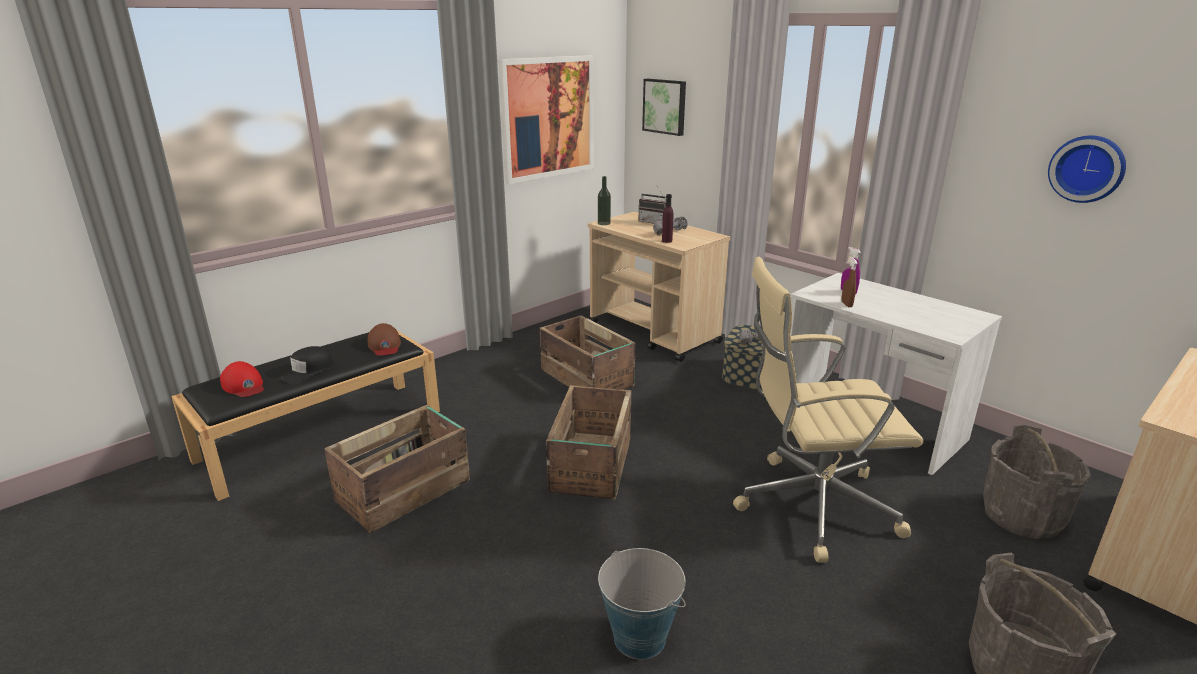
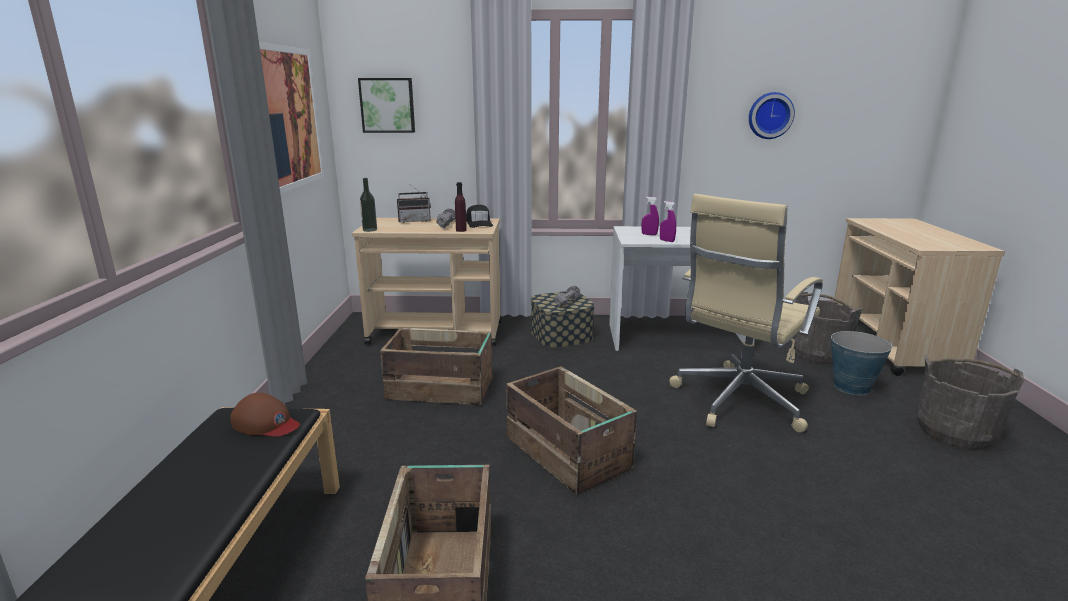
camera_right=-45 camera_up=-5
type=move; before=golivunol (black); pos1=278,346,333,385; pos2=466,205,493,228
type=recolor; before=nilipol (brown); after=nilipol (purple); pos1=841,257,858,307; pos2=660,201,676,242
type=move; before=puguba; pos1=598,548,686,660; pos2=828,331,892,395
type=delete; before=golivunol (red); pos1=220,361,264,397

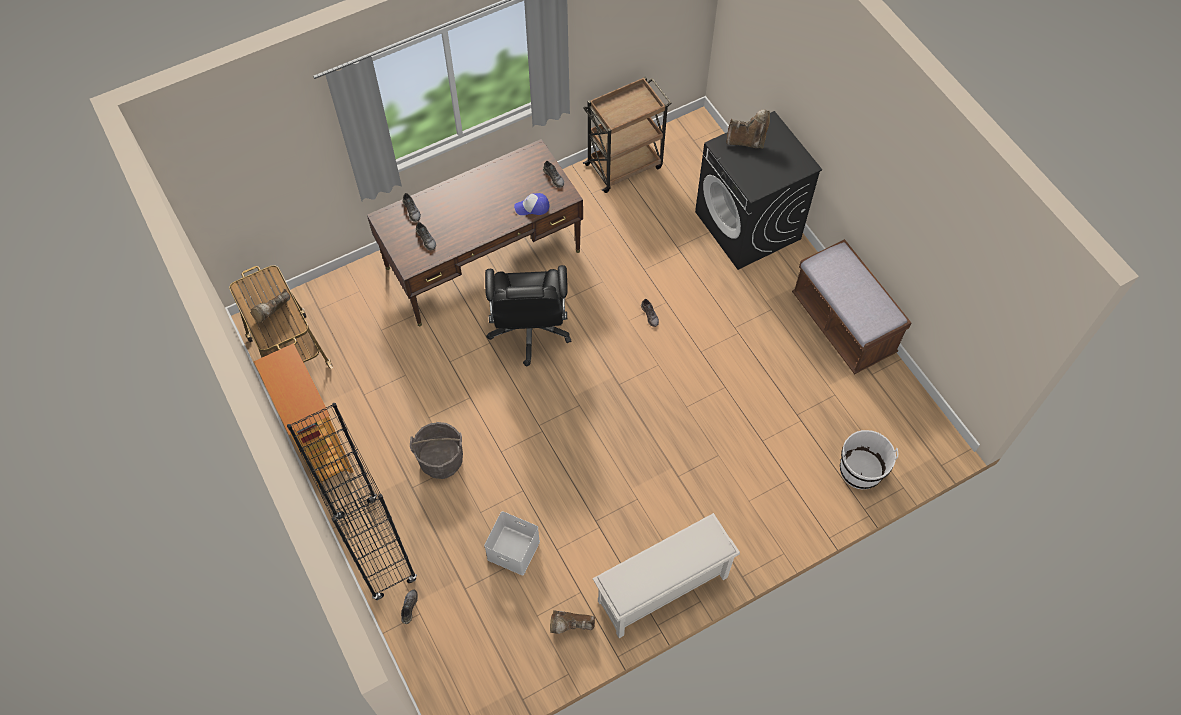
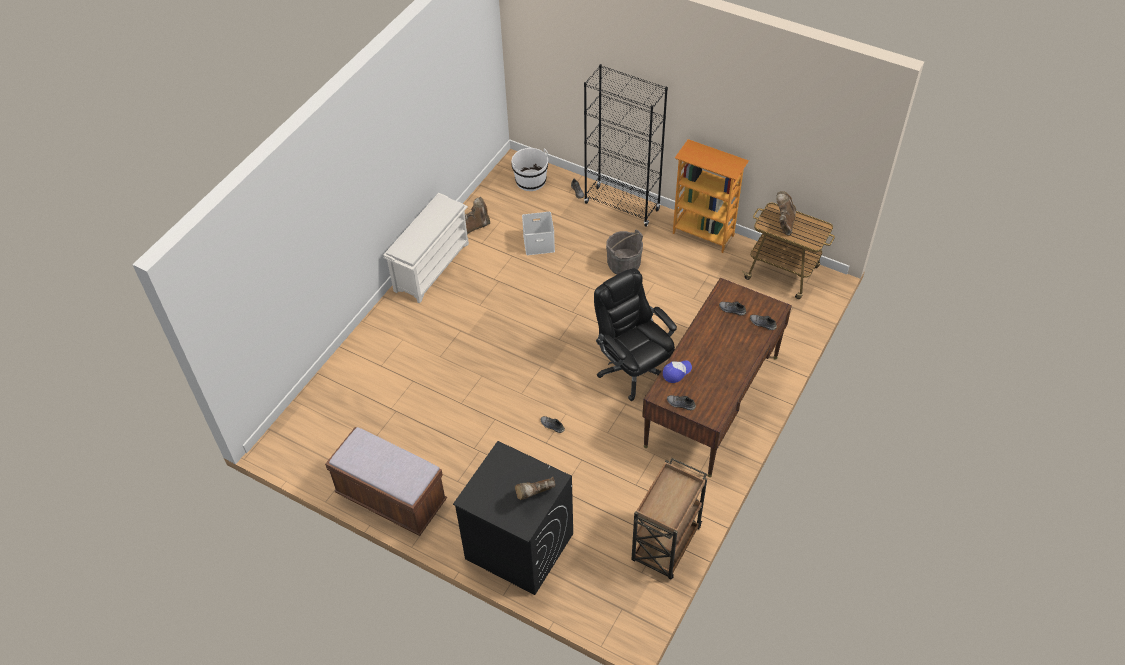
camera_right=150 camera_up=-10
type=move; before=puguba (white); pos1=840,430,898,489; pos2=511,148,548,191

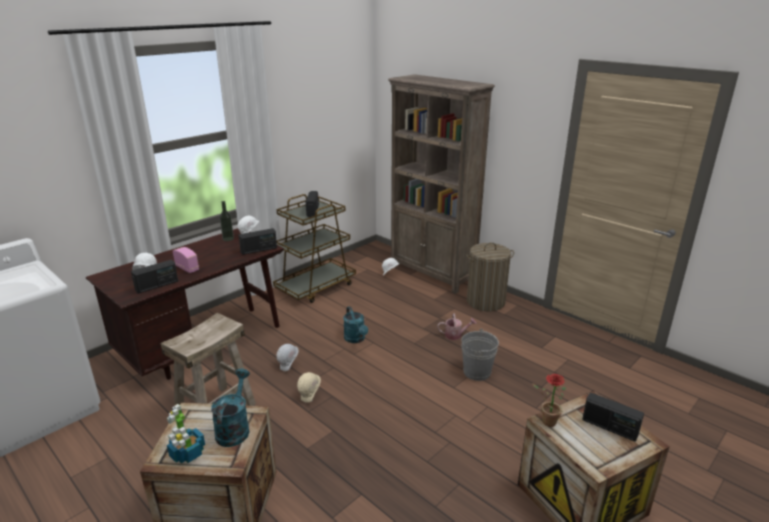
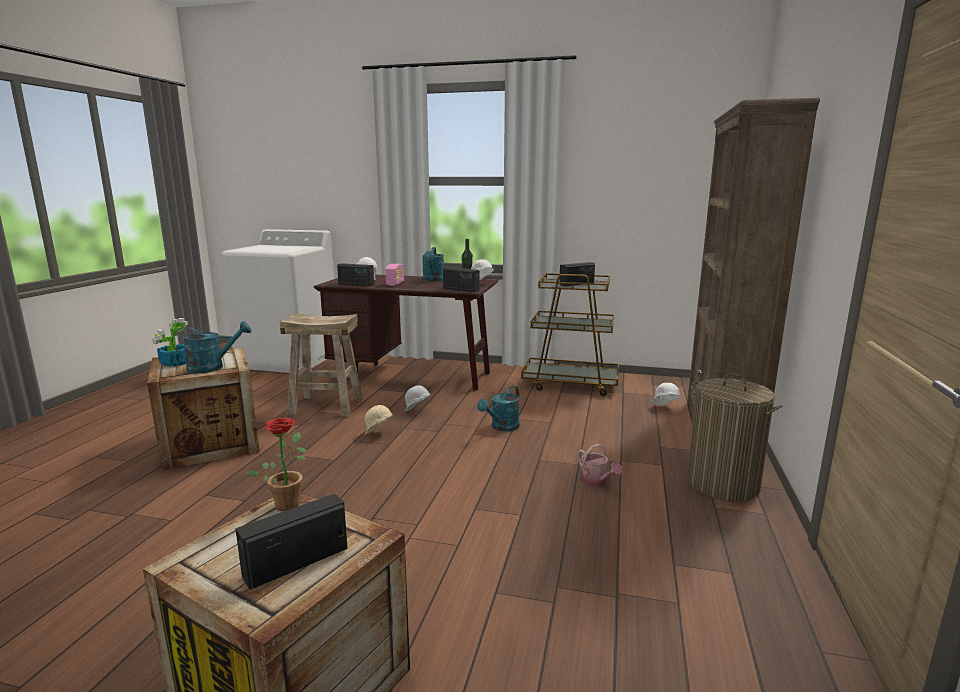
camera_right=60 camera_up=-10
type=rotate; before=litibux; pos1=582,393,644,442; pos2=236,494,347,589; turn=45
type=insert; after=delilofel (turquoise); pos2=422,247,444,281
type=delete; before=puguba (grey); pos1=461,329,499,381

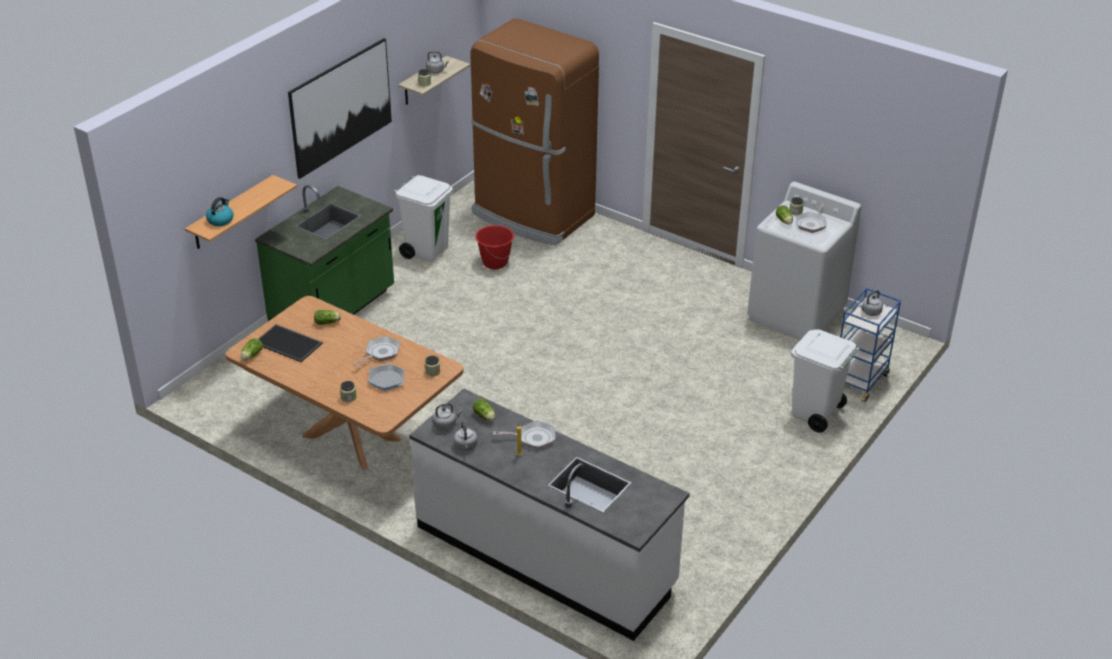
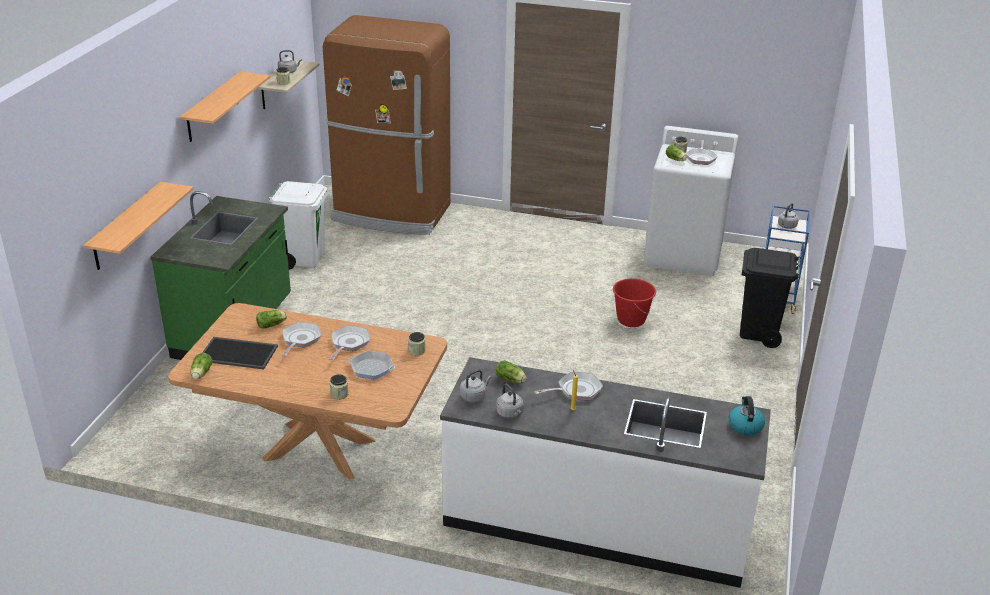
camera_right=-20 camera_up=-5
type=replace; before=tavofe; after=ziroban; pos1=288,38,392,179; pos2=180,72,270,142
type=insert; after=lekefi; pos2=281,322,321,357
type=move; before=puguba (red); pos1=475,225,514,269; pos2=613,279,656,327
type=move; before=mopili; pos1=206,197,233,226; pos2=729,396,765,435
type=recolor; before=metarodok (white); after=metarodok (black); pos1=791,329,859,433; pos2=740,248,801,348

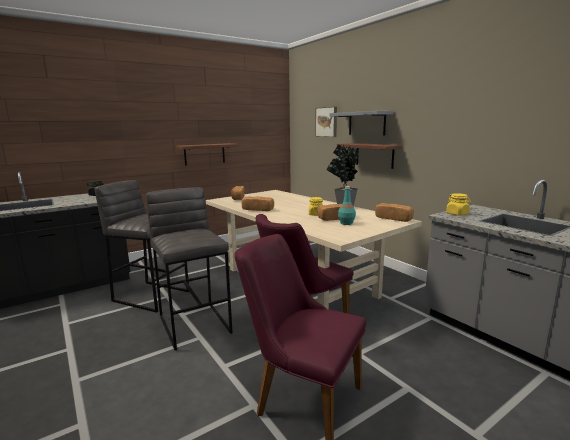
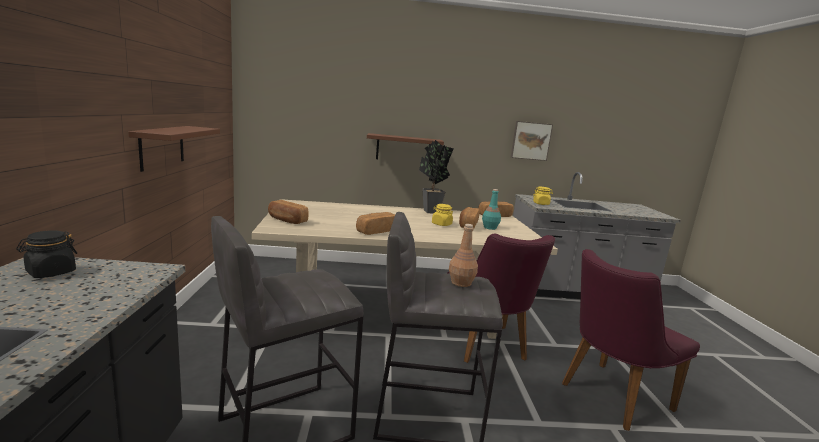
camera_right=-60 camera_up=0
type=insert; after=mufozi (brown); pos2=449,224,478,287
type=move; before=tavofe; pos1=315,107,337,137; pos2=511,121,553,161
type=delete; before=ziroban (grey); pos1=330,111,393,135

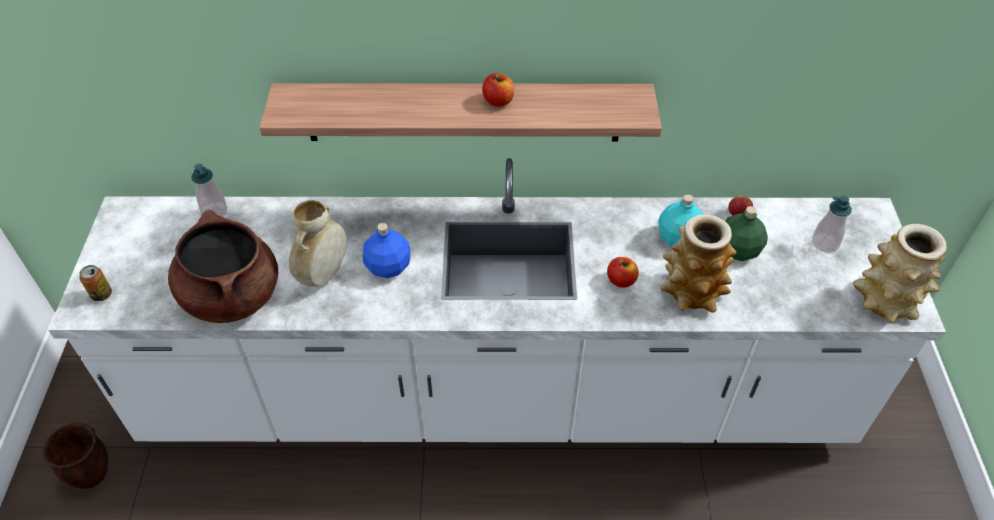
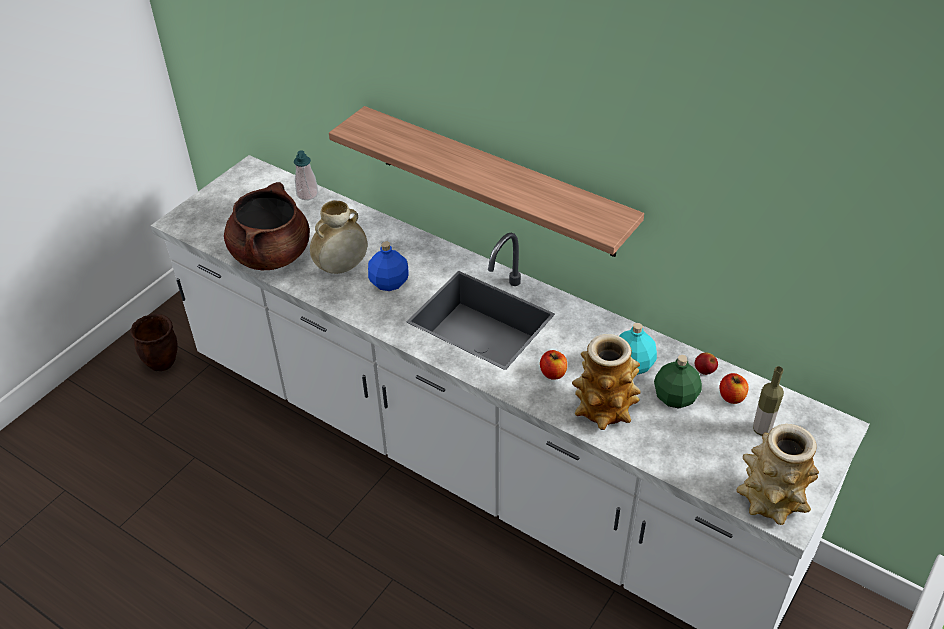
camera_right=35 camera_up=-5
type=move; before=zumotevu; pos1=482,73,514,107; pos2=720,373,748,404
type=replace; before=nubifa; after=mufozi; pos1=812,196,852,253; pos2=753,366,784,436
type=delete; before=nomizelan; pos1=79,265,112,301

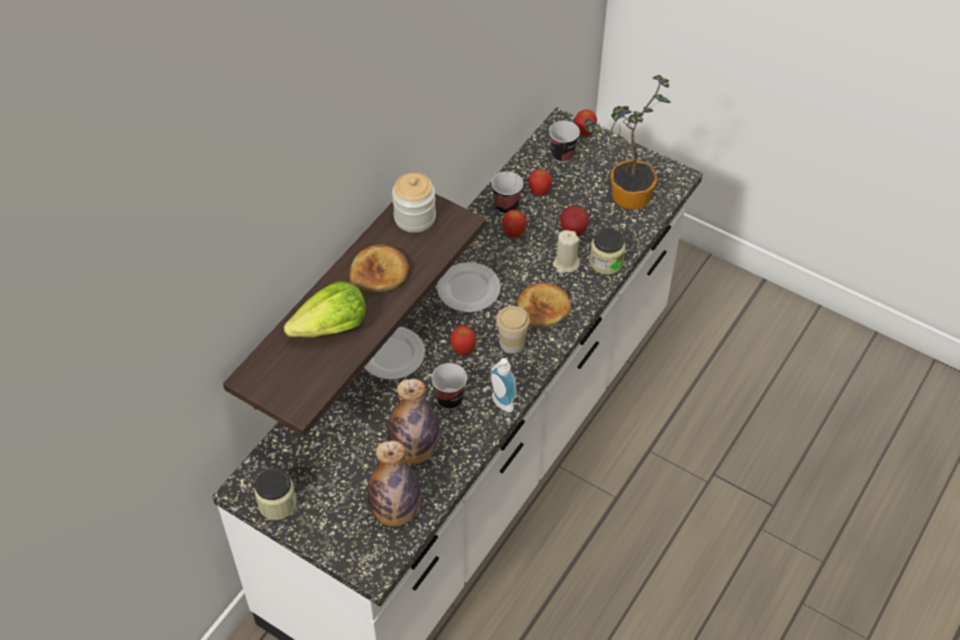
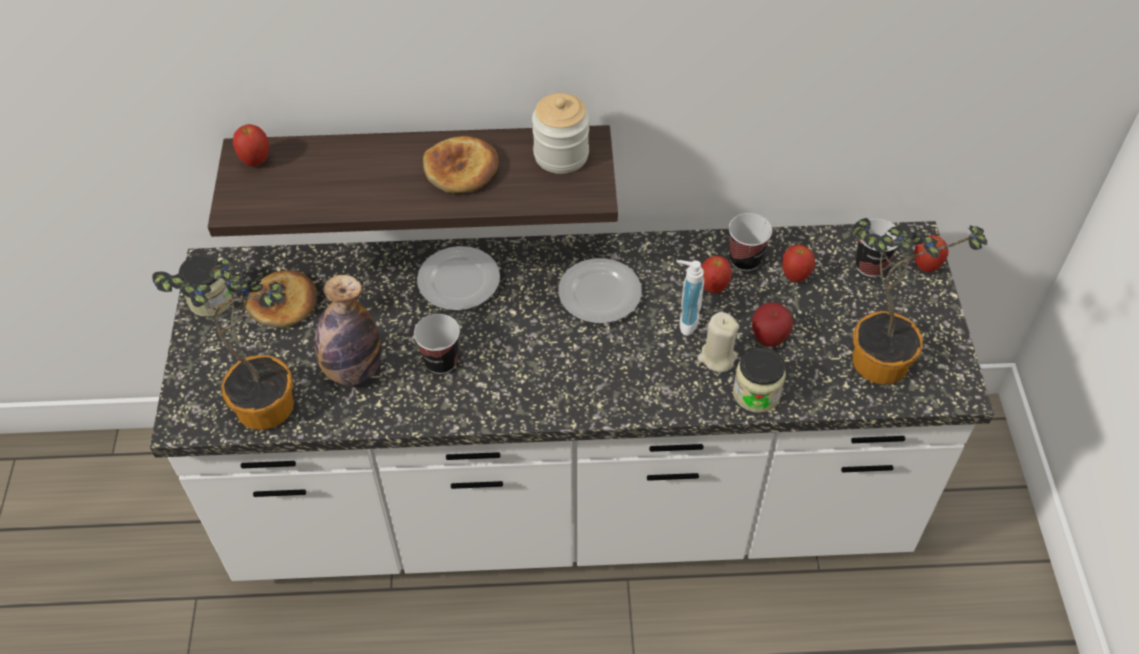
camera_right=55 camera_up=0
type=replace; before=mufozi; after=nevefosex; pos1=367,440,421,527; pos2=152,257,294,430
type=move; before=zumotevu; pos1=451,326,476,355; pos2=233,124,269,166
type=move; before=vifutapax; pos1=517,282,571,328; pos2=244,270,317,328
type=move; before=nubifa; pos1=490,358,517,412; pos2=676,260,704,336
type=delete; before=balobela; pos1=284,281,366,337
type=delete; before=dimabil; pos1=496,306,530,354

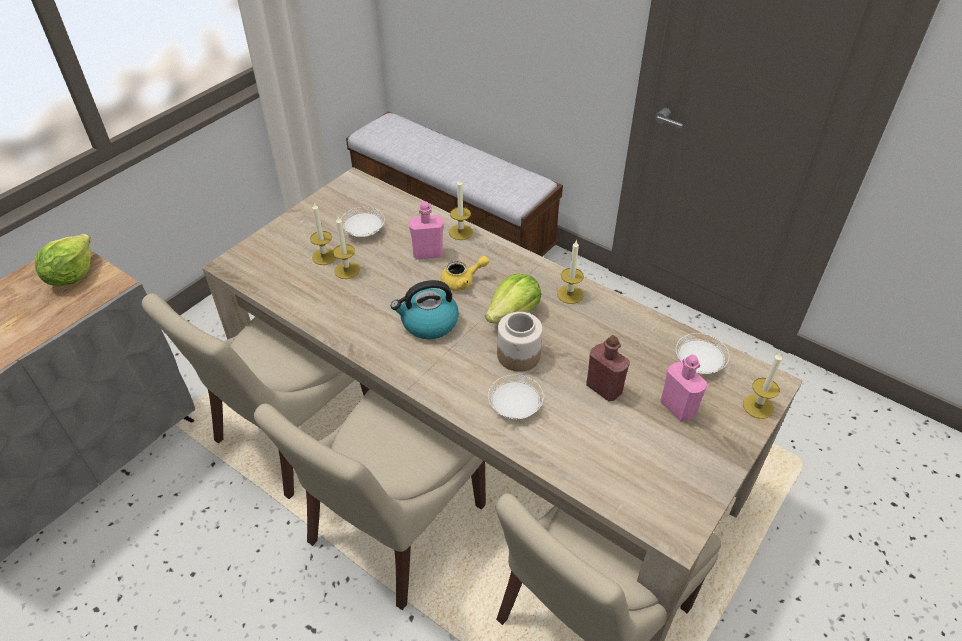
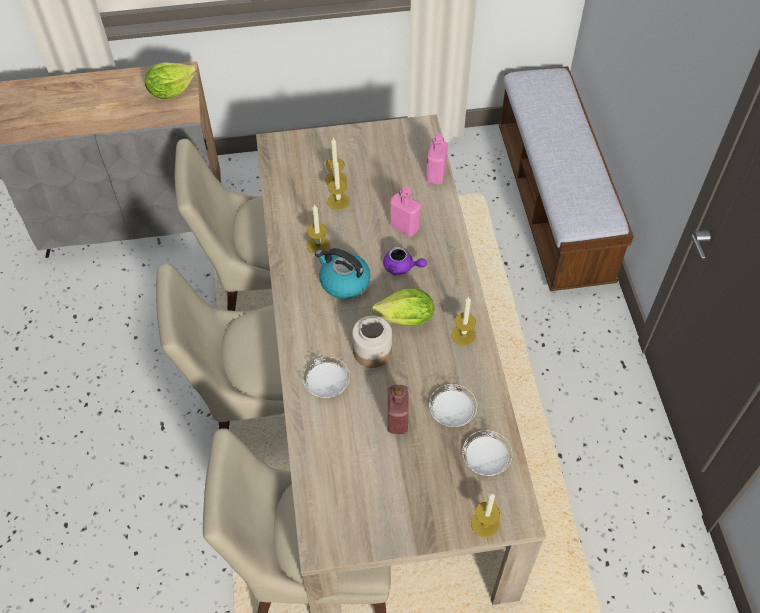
camera_right=45 camera_up=10
type=move; before=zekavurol; pos1=449,179,473,240; pos2=307,204,330,254
type=recolor; before=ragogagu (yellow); after=ragogagu (purple); pos1=441,256,489,291; pos2=383,246,427,275
type=move; before=mufozi (pink); pos1=660,354,707,422; pos2=426,133,448,184
type=move; before=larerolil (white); pos1=341,207,385,237; pos2=429,384,477,427

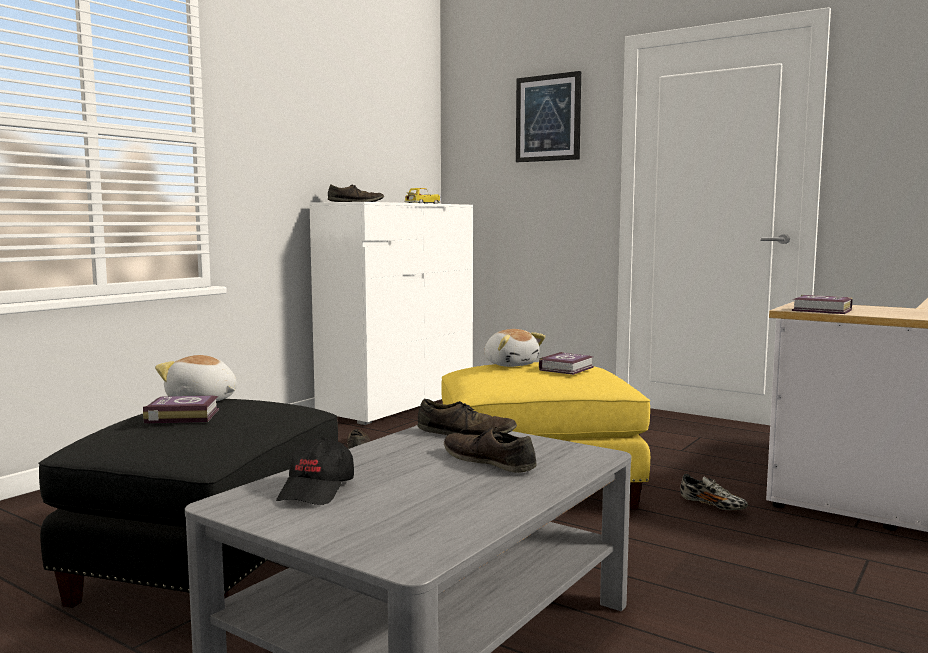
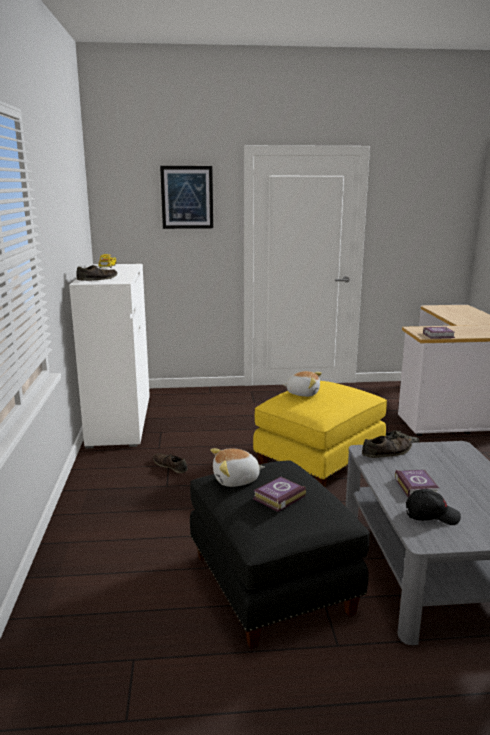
camera_right=-40 camera_up=10
type=move; before=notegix; pos1=539,352,594,375; pos2=395,470,439,498
type=rotate; before=golivunol (black); pos1=276,437,354,505; pos2=406,489,461,525; turn=-60
type=delete; before=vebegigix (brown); pos1=444,428,536,473

